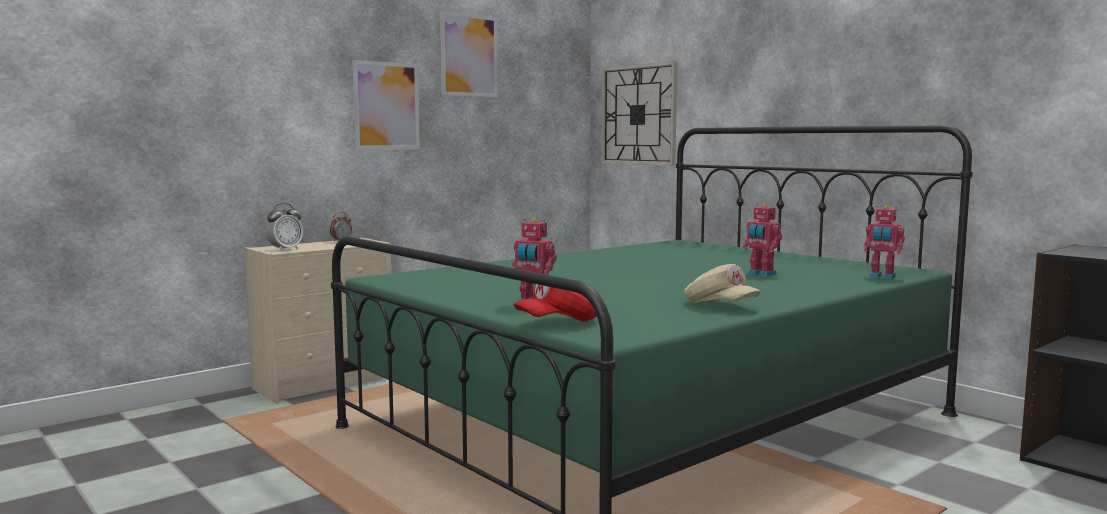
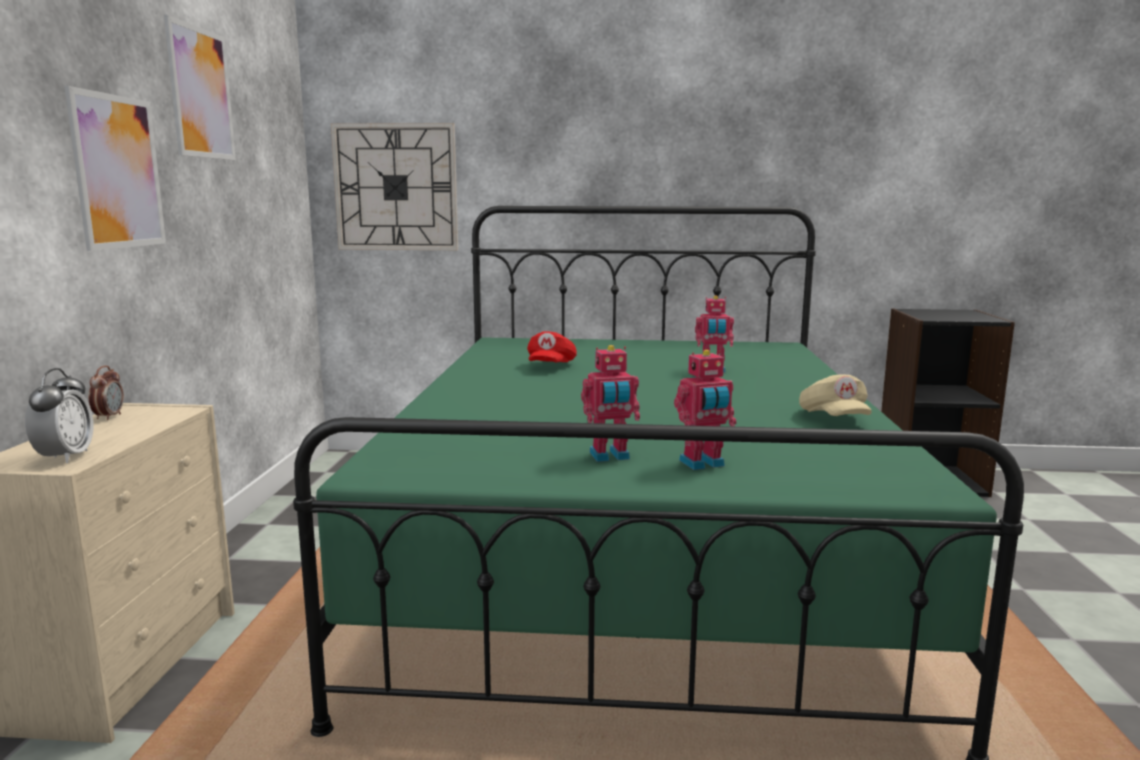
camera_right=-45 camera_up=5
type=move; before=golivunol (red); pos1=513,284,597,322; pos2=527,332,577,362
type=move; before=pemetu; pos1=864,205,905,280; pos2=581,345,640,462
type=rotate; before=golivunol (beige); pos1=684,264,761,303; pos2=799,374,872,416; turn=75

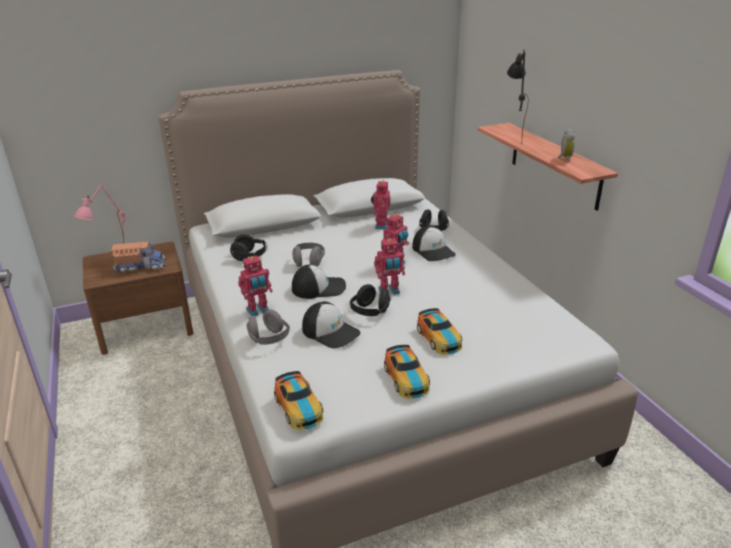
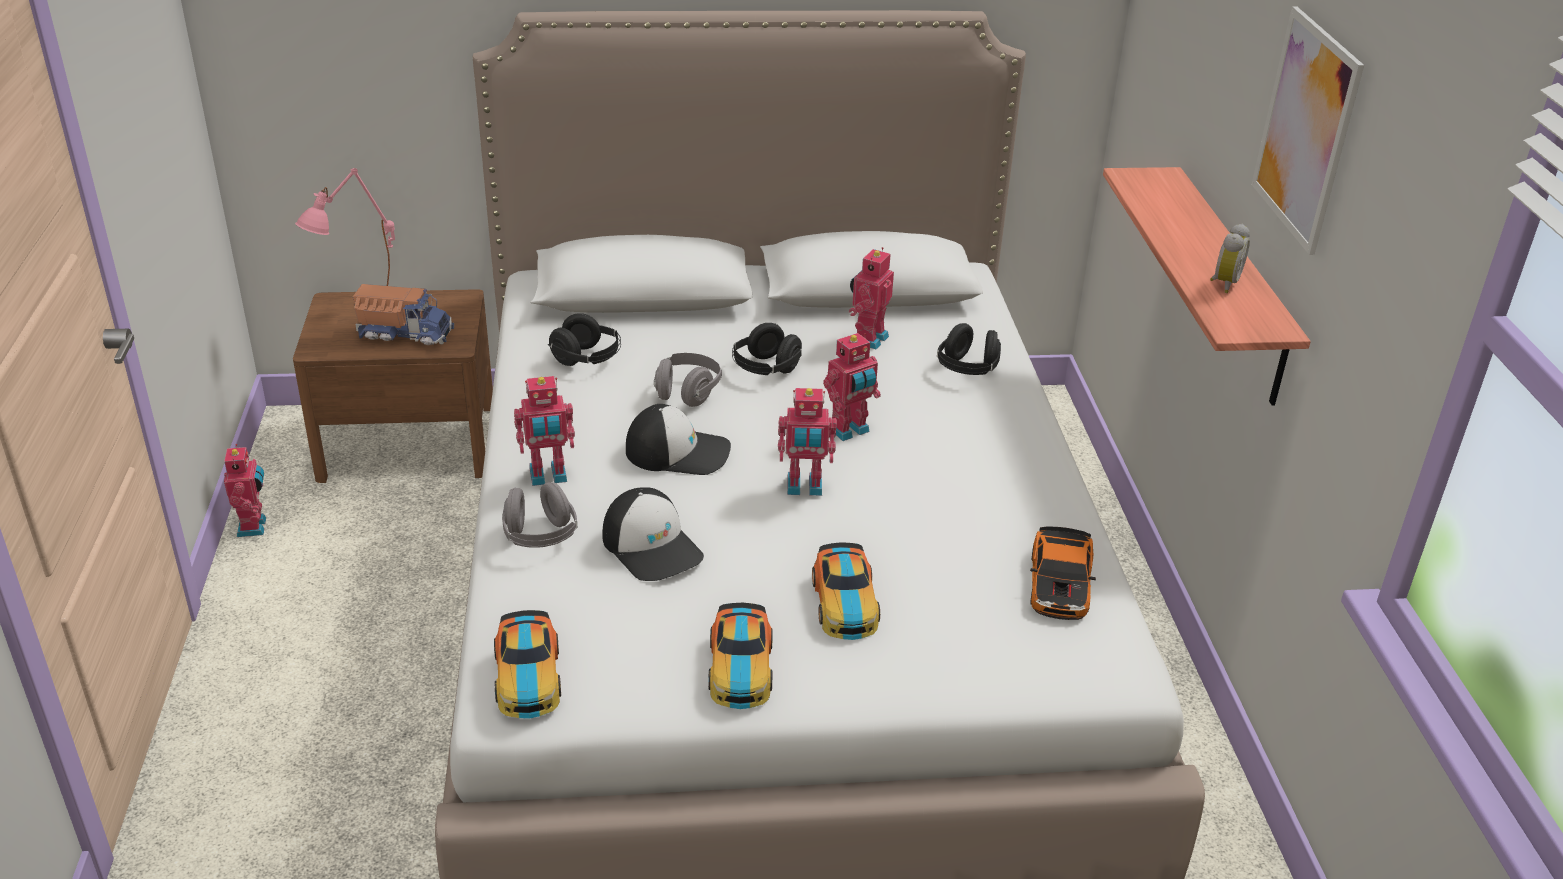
camera_right=15 camera_up=5
type=insert; after=pemetu; pos2=224,444,266,537
type=move; before=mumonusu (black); pos1=350,284,390,316; pos2=732,323,802,375
type=insert; after=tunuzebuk; pos2=1030,526,1096,620
type=insert; after=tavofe; pos2=1251,6,1364,255
type=delete; before=golivunol; pos1=412,226,456,261
type=delete; before=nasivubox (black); pos1=507,50,529,136

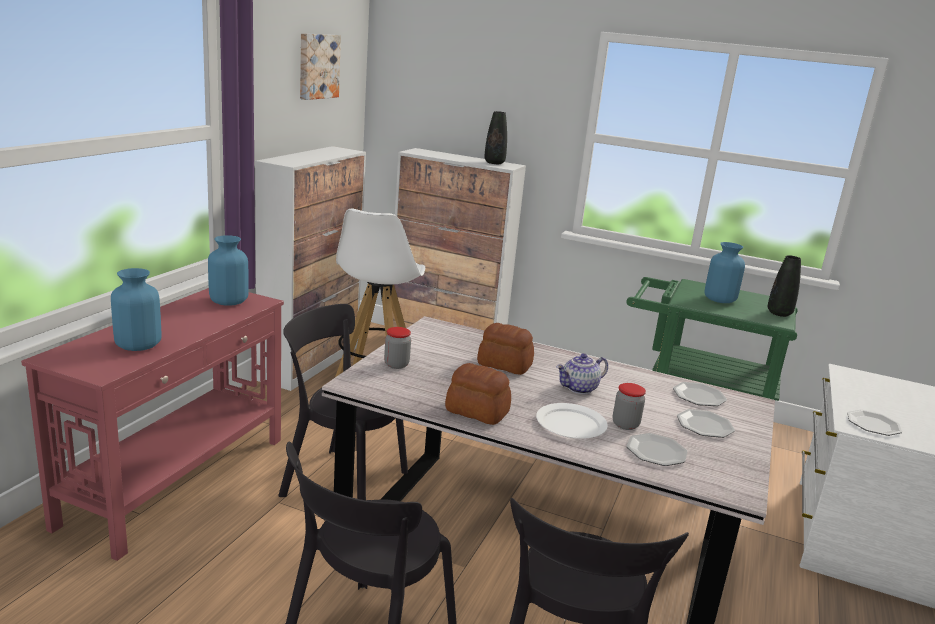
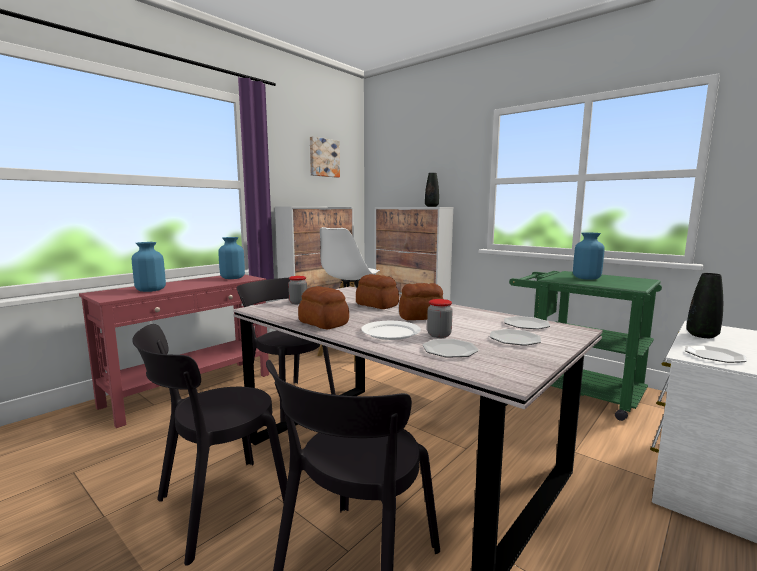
camera_right=20 camera_up=-10
type=replace; before=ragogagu; after=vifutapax; pos1=556,353,608,394; pos2=399,283,443,320
type=move; before=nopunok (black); pos1=767,255,801,317; pos2=686,273,723,338

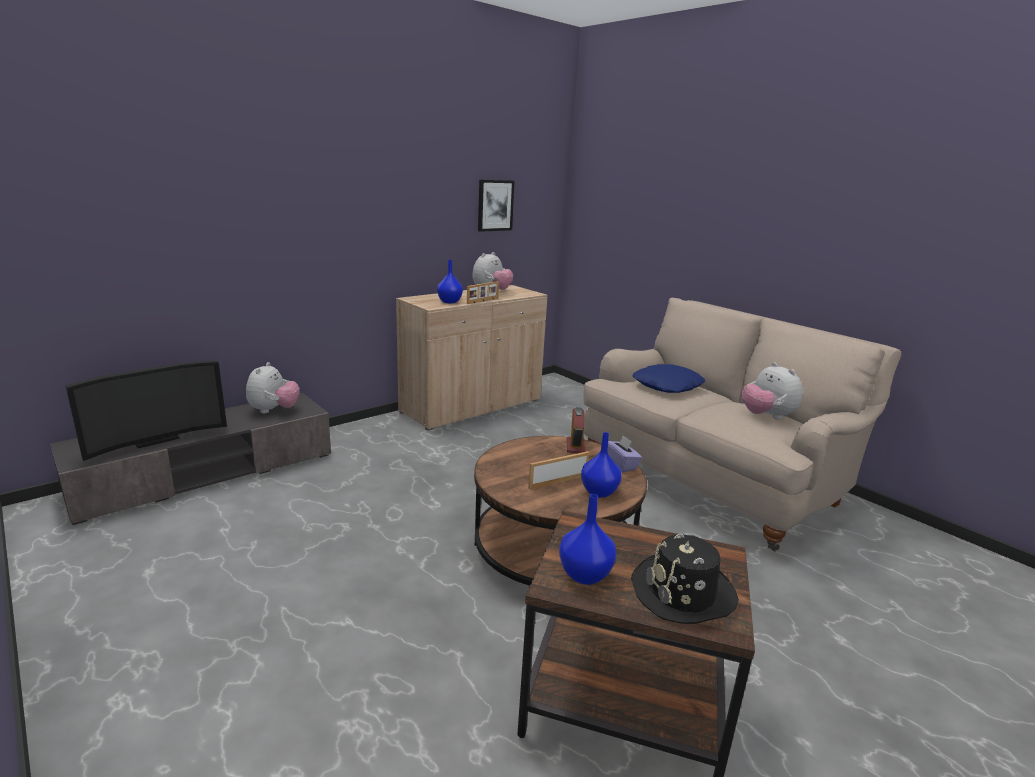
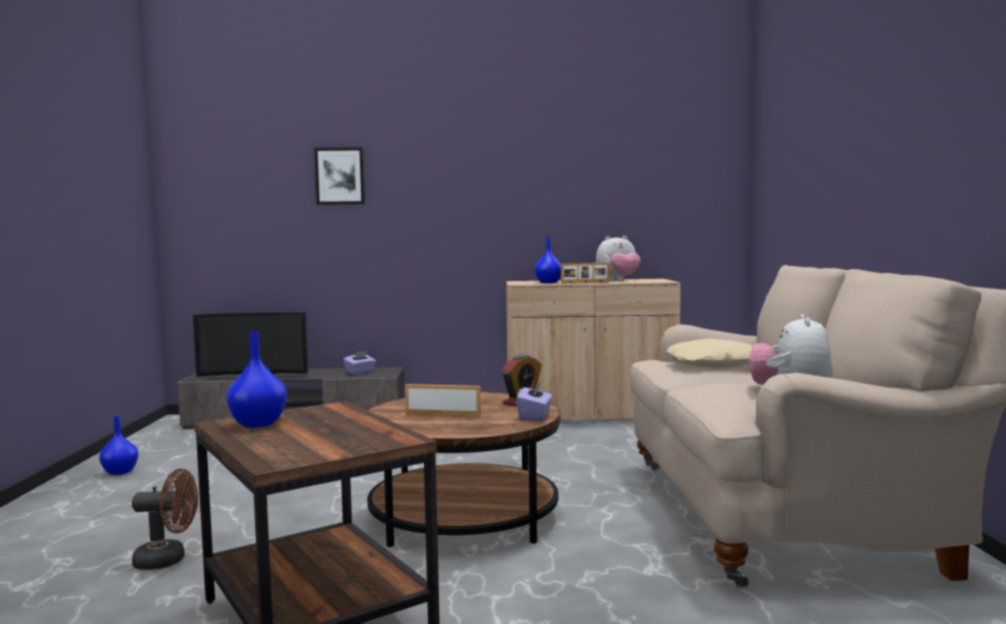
camera_right=40 camera_up=-15
type=move; before=nopunok (blue); pos1=581,432,622,498; pos2=99,416,138,475
type=insert; after=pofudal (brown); pos2=132,469,198,570
type=move; before=tavofe; pos1=478,180,514,232; pos2=314,147,365,205
type=replace; before=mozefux; after=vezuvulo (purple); pos1=246,362,300,414; pos2=343,350,376,374
type=recolor; before=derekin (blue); after=derekin (beige); pos1=632,364,705,393; pos2=667,338,753,368
type=delete; before=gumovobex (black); pos1=631,533,739,624

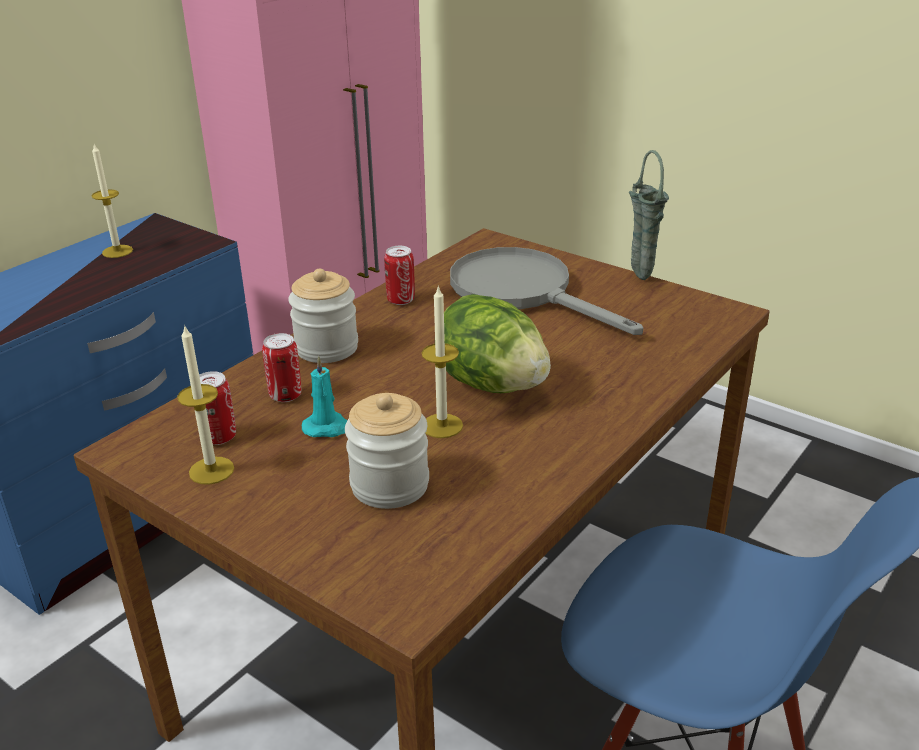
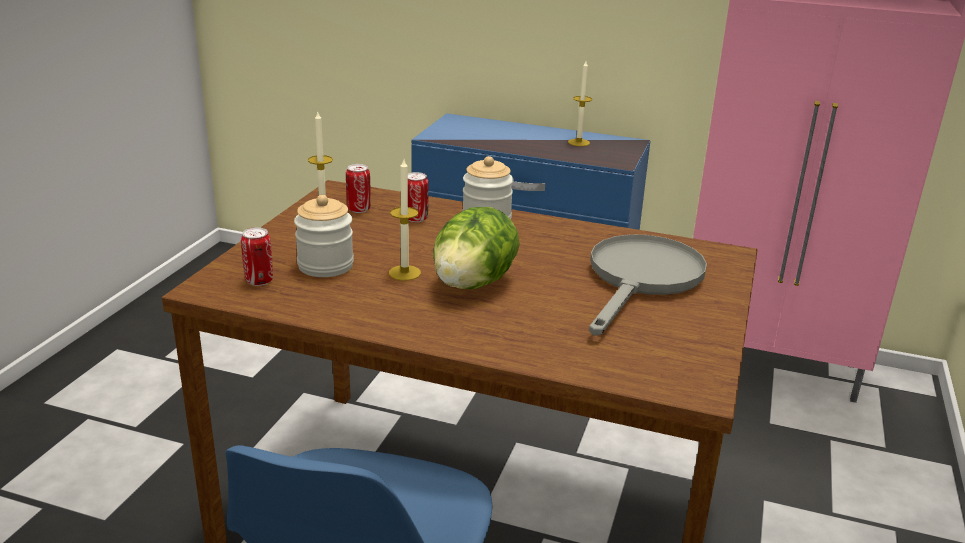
camera_right=70 camera_up=-5
type=move; before=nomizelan; pos1=384,246,415,305; pos2=241,227,273,286
type=delete; before=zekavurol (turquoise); pos1=302,356,347,437
type=delete; before=nopunok (green); pos1=629,150,669,280

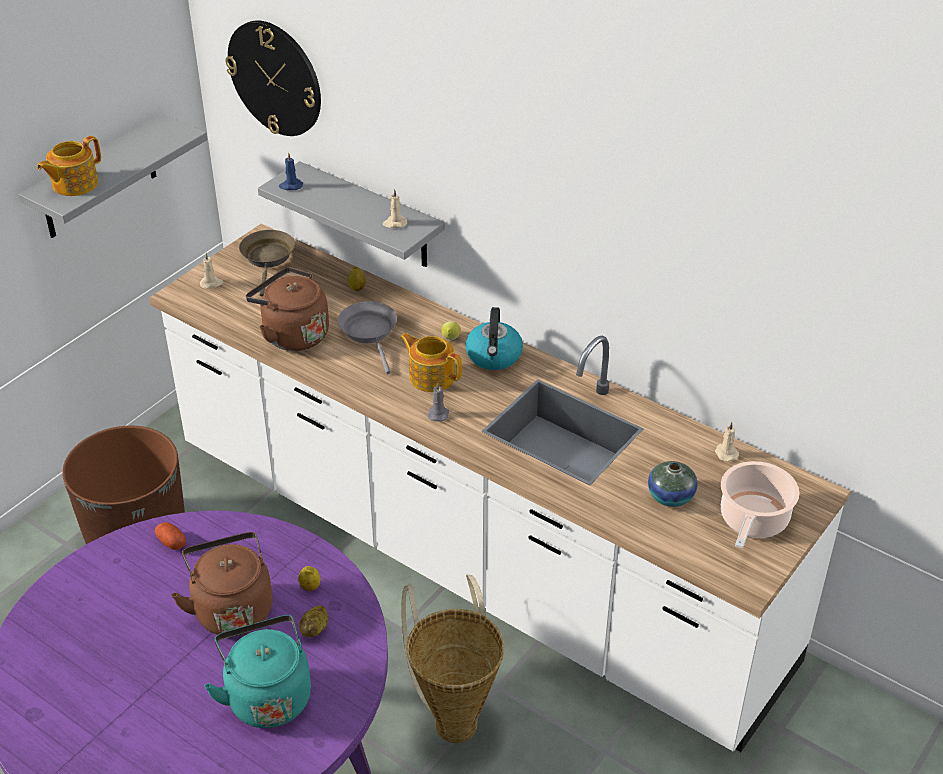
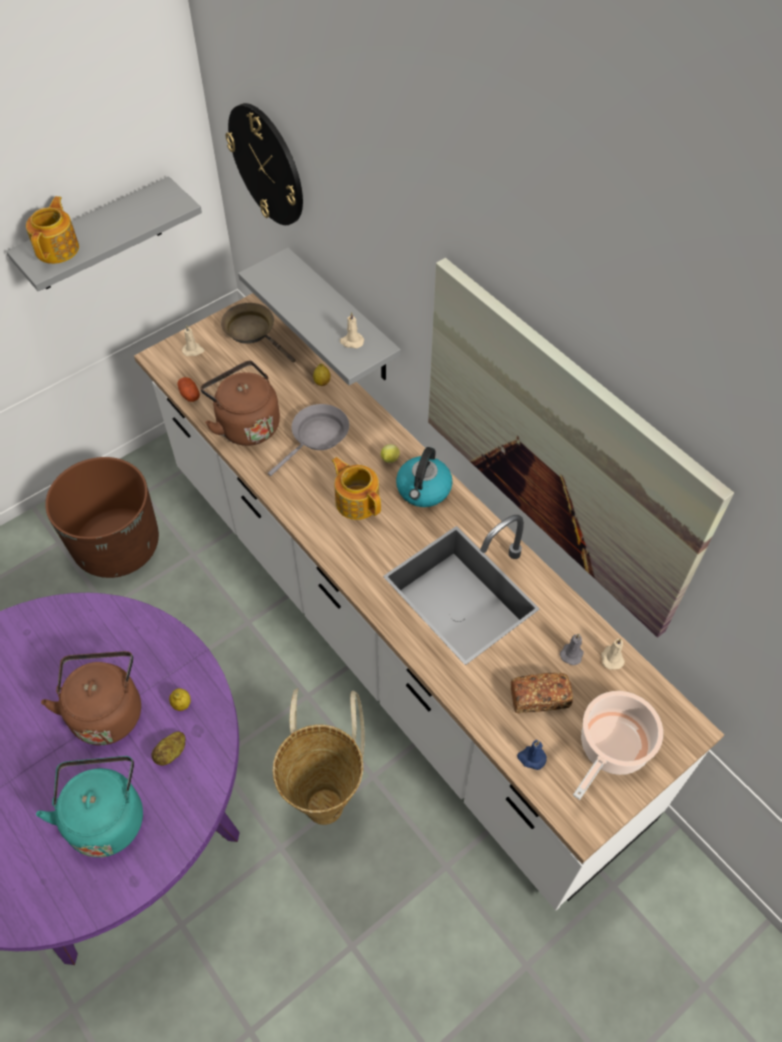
camera_right=15 camera_up=15
type=rotate; before=ragogagu; pos1=37,136,101,196; pos2=26,196,79,264; turn=135
type=move; before=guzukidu; pos1=155,522,186,550; pos2=177,377,200,402
type=rotate; before=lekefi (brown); pos1=239,230,295,297; pos2=221,303,296,362; turn=-60
type=rotate; before=lekefi (grey); pos1=338,301,397,374; pos2=268,404,349,476; turn=45
type=insert; after=tavofe; pos2=428,258,734,638
type=replace; before=nopunok; after=vifutapax; pos1=648,461,698,507; pos2=511,673,573,713
type=move; before=zekavurol (blue); pos1=279,152,303,190; pos2=517,740,547,770
type=move; before=zekavurol (grey); pos1=427,383,449,422; pos2=560,634,584,665

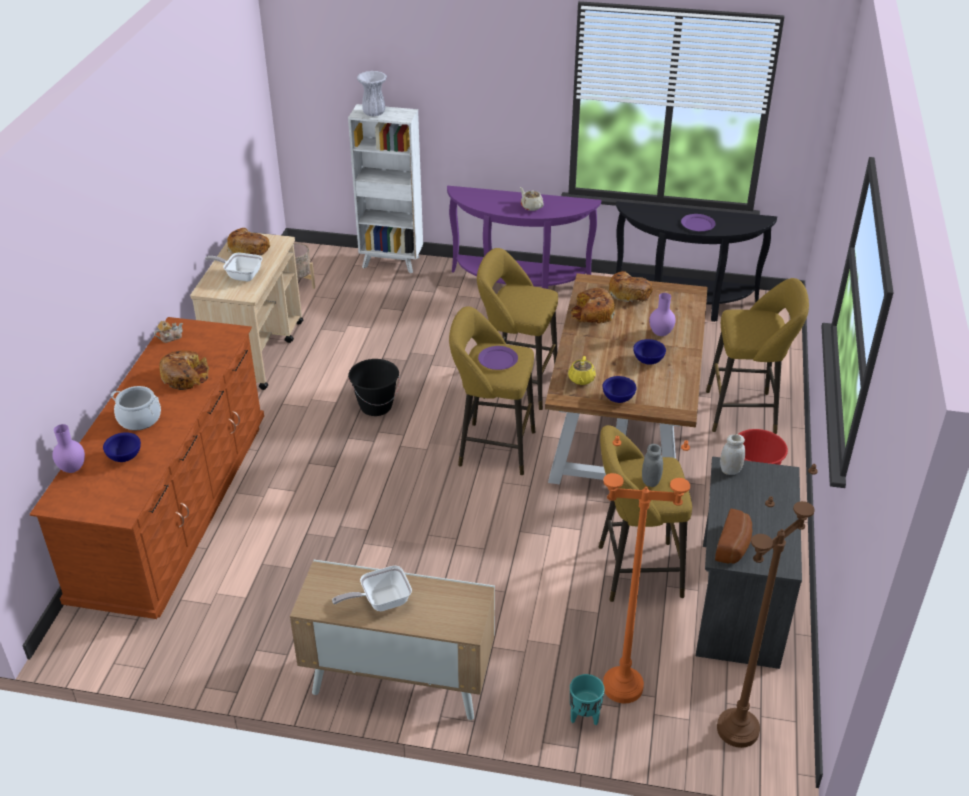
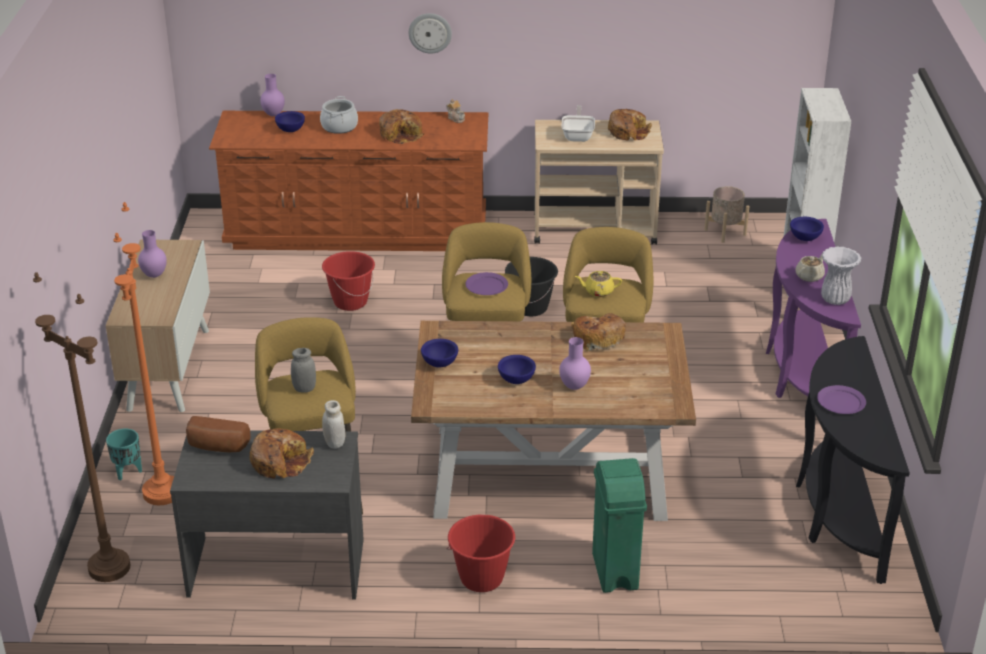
camera_right=80 camera_up=-5
type=replace; before=lekefi; after=nopunok (purple); pos1=332,565,412,611; pos2=138,230,167,278
type=move; before=vifutapax; pos1=609,271,653,303; pos2=250,428,314,479
type=insert; after=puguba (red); pos2=322,251,375,311
type=insert; after=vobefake; pos2=409,13,452,54
type=move; before=ragogagu (yellow); pos1=568,356,596,385; pos2=575,271,622,297
type=replace; before=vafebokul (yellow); after=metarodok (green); pos1=706,278,809,434; pos2=592,458,647,593
type=insert; after=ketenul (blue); pos2=790,217,824,241
type=move; before=nopunok (white); pos1=357,71,387,116; pos2=821,246,861,305

